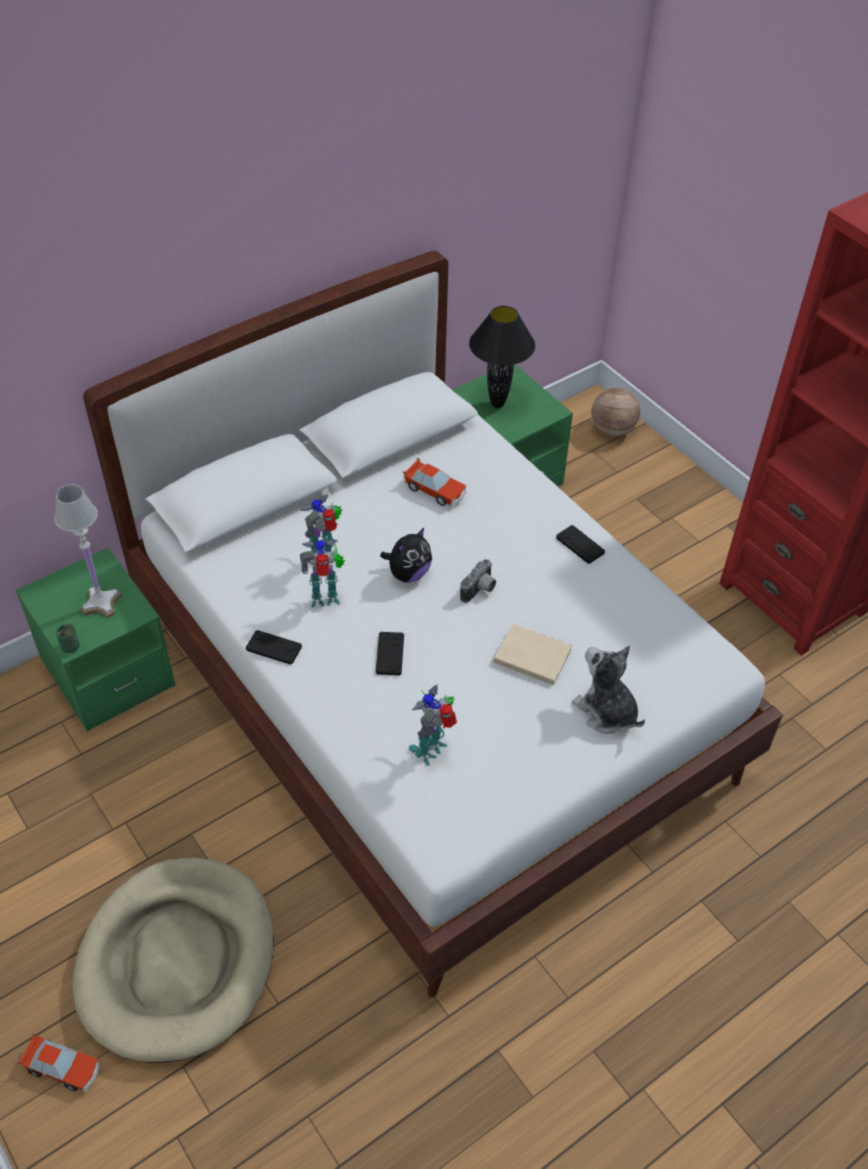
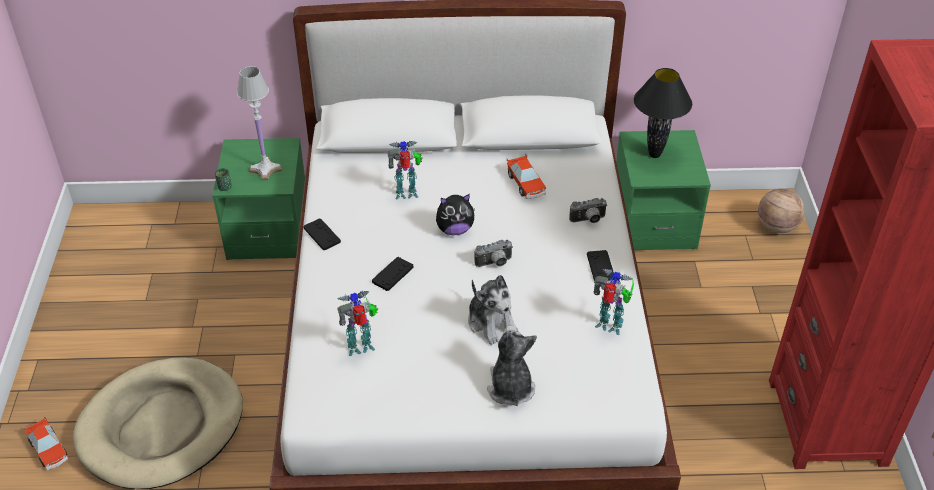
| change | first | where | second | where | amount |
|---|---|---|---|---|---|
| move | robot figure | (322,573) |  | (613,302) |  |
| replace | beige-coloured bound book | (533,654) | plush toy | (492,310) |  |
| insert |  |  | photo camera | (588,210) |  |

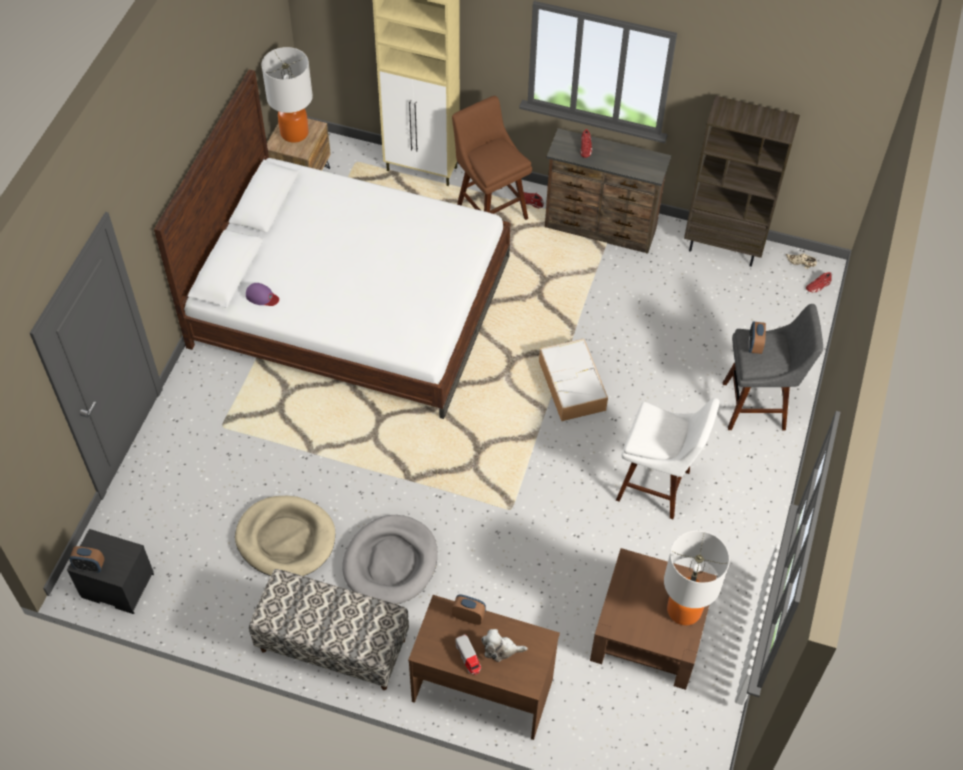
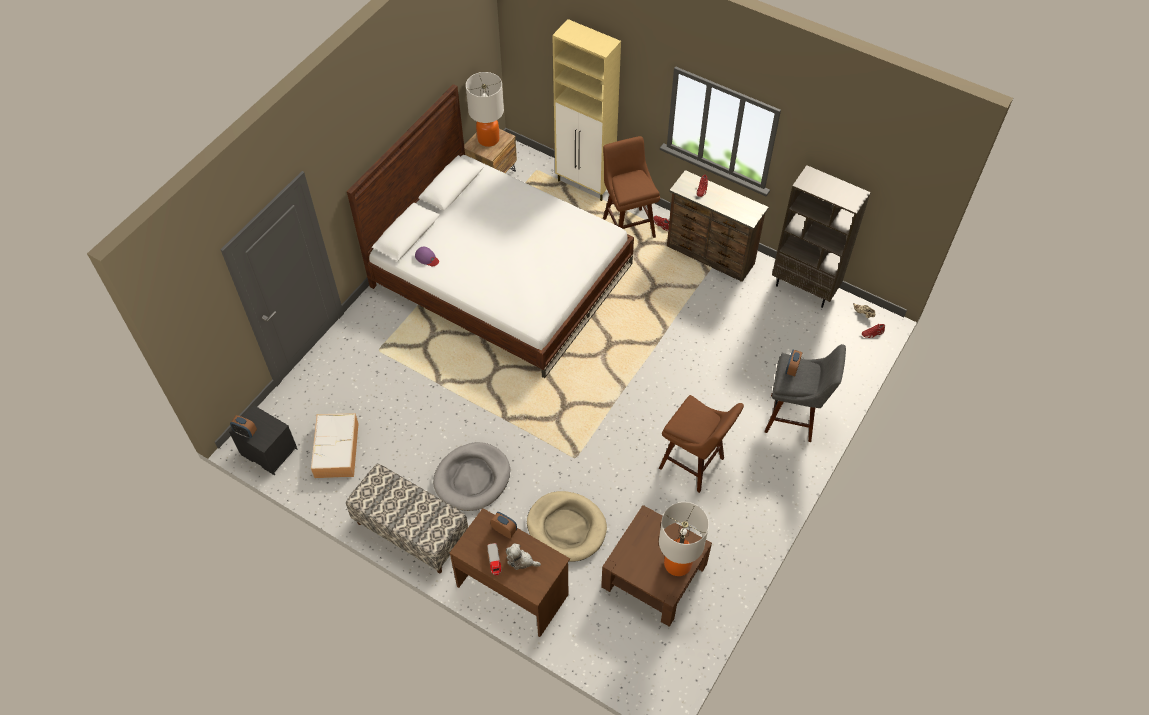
| change | first | where | second | where | amount |
|---|---|---|---|---|---|
| move | beige-coloured dog cushion | (285,536) |  | (567,526) |  |
| move | storage container | (573,379) |  | (335,445) |  |
| recolor | white-coloured sitting stool | (667,458) | brown sitting stool | (701,444) |  |

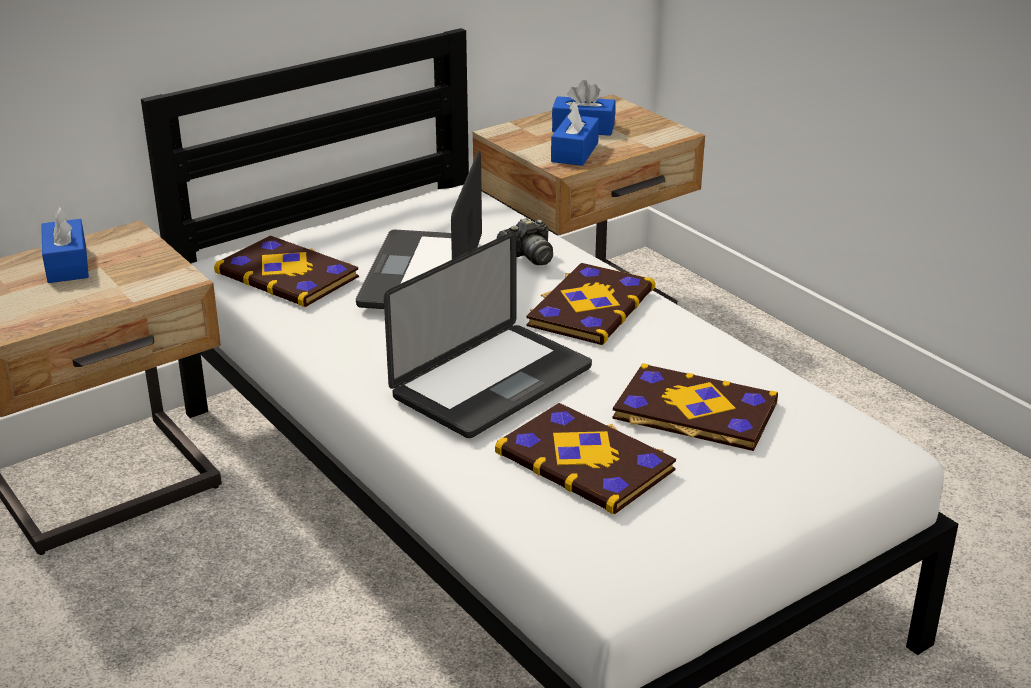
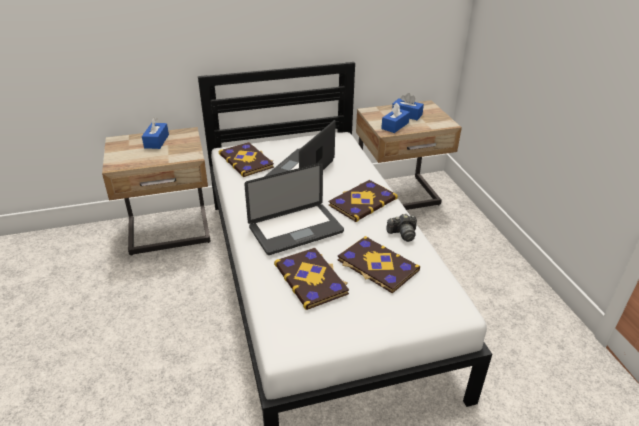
| change | first | where | second | where | amount |
|---|---|---|---|---|---|
| move | photo camera | (525,241) |  | (401,228) |  |

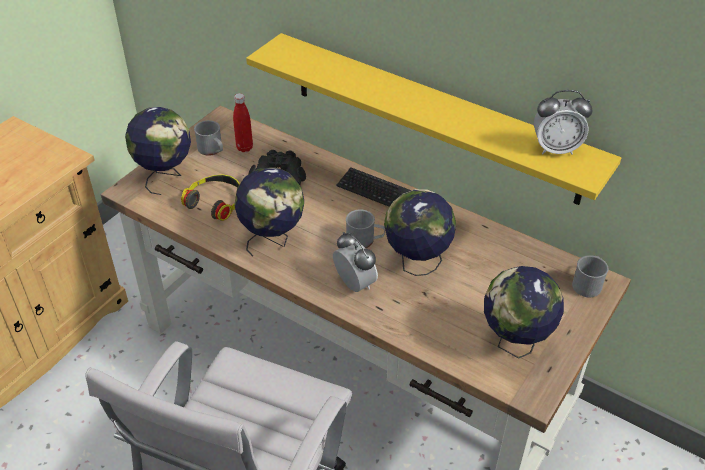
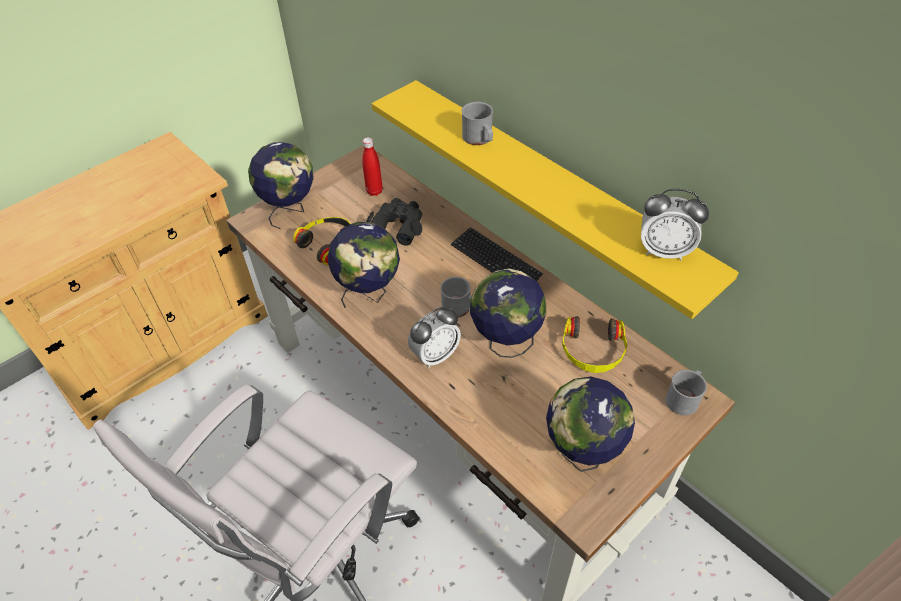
| change | first | where | second | where | amount |
|---|---|---|---|---|---|
| move | greyish mug | (208,138) |  | (477,123) |  |
| rotate | table clock | (355,262) |  | (434,337) | 75 degrees clockwise |
| insert |  |  | headphones | (595,344) |  |

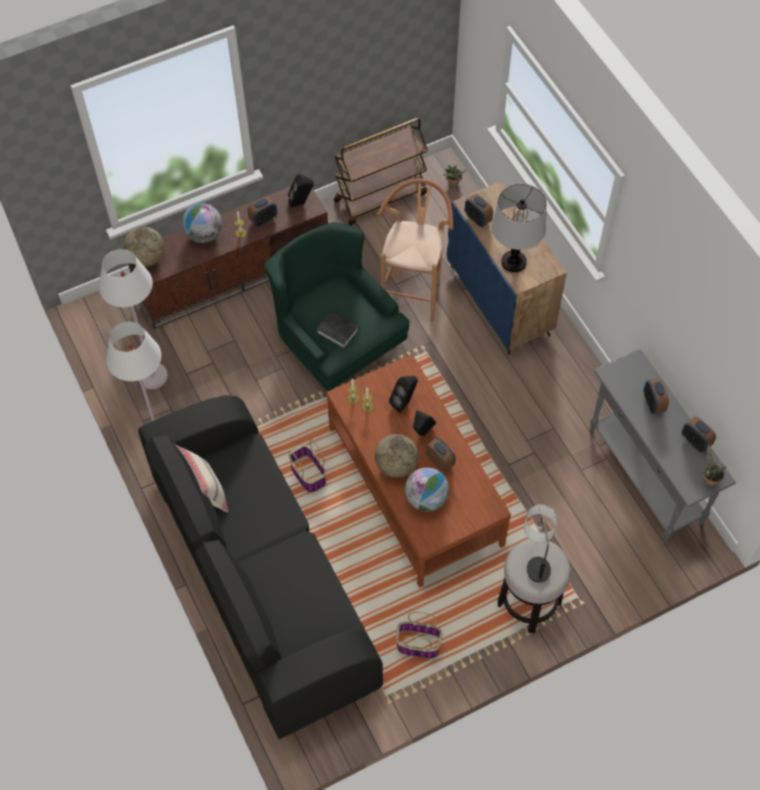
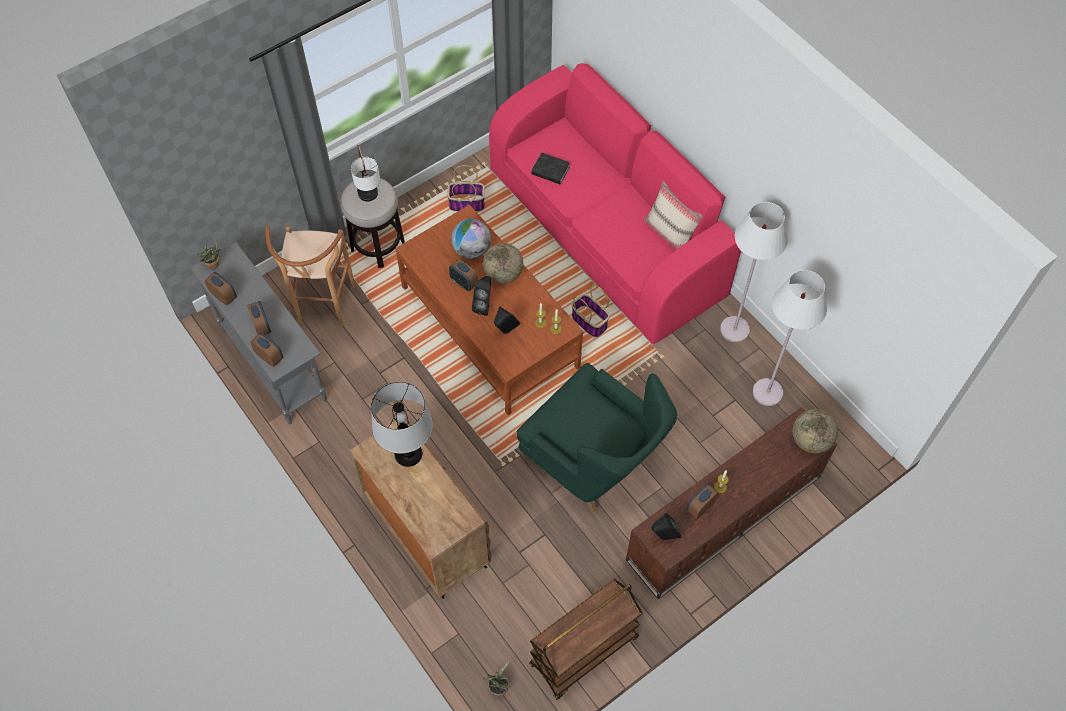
| change | first | where | second | where | amount |
|---|---|---|---|---|---|
| recolor | black-coloured settee | (260,567) | pink-coloured settee | (615,203) |  |
| delete | world globe | (202,223) |  |  |  |
| move | black-coloured bound book | (337,330) |  | (550,168) |  |
| move | brown sitting stool | (415,250) |  | (310,276) |  |
| recolor | blue storage cabinet | (507,268) | brown storage cabinet | (421,508) |  |
| move | table clock | (479,210) |  | (266,350) |  |

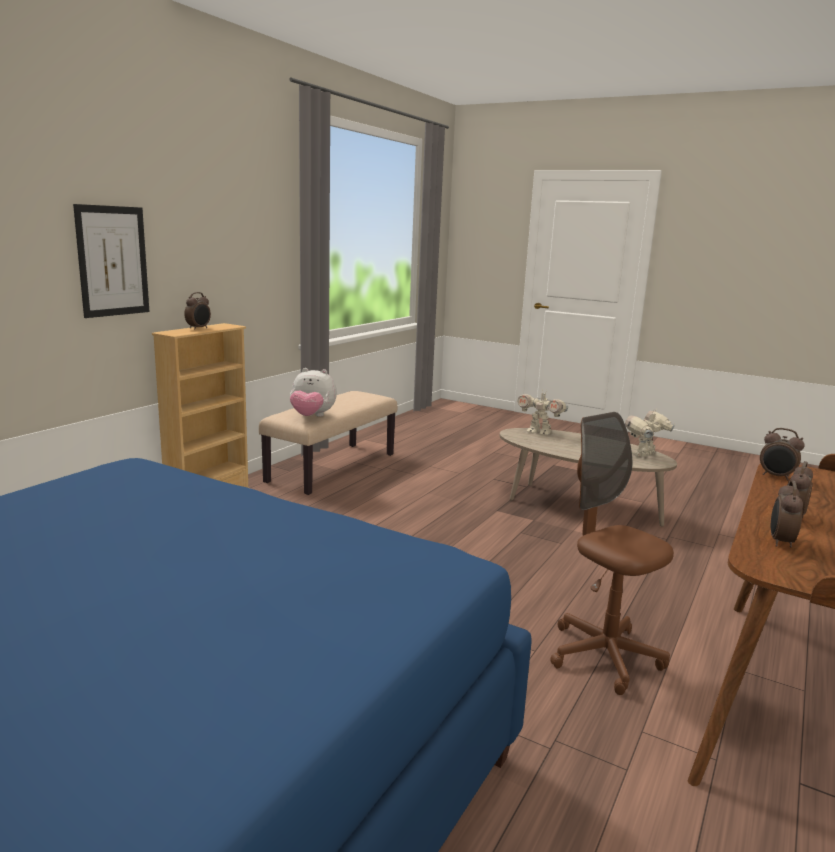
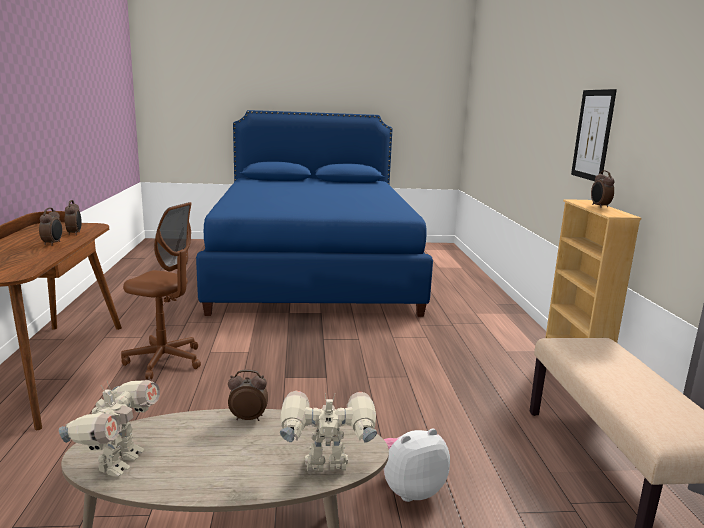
| change | first | where | second | where | amount |
|---|---|---|---|---|---|
| move | plush toy | (313,392) |  | (417,465) |  |
| move | table clock | (782,454) |  | (248,395) |  |

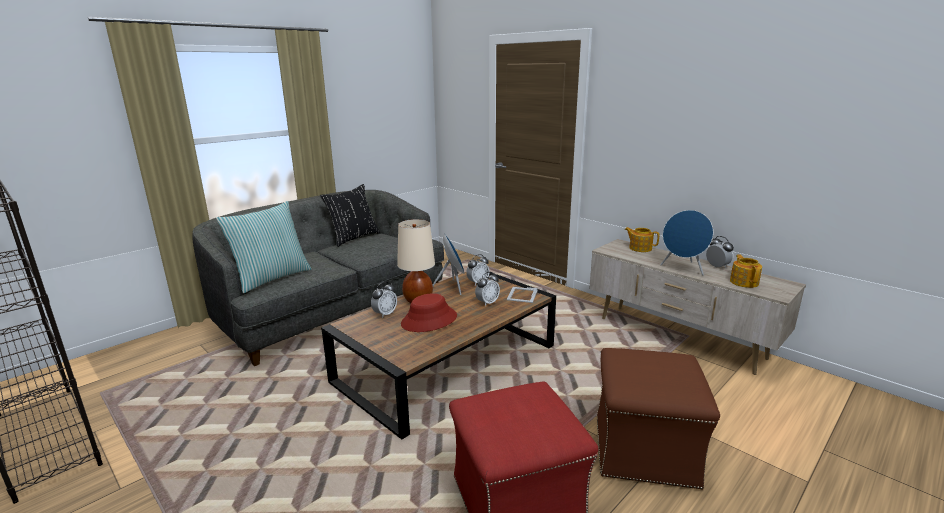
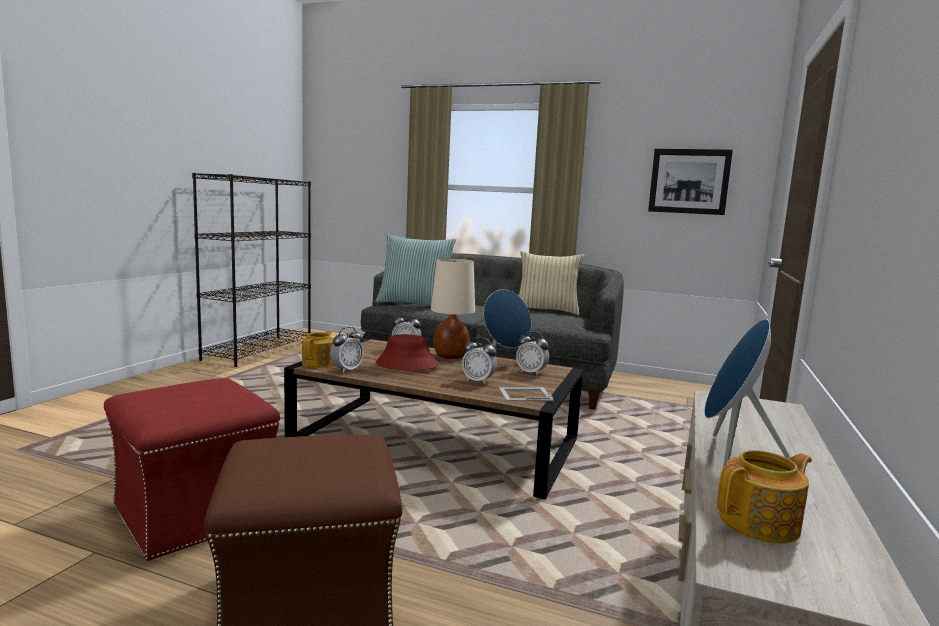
| change | first | where | second | where | amount |
|---|---|---|---|---|---|
| recolor | black-coloured pillow | (350,215) | beige-coloured pillow | (551,283) |  |
| move | teapot | (642,239) |  | (318,349) |  |
| move | table clock | (720,252) |  | (347,350) |  |
| insert |  |  | picture | (690,182) |  |

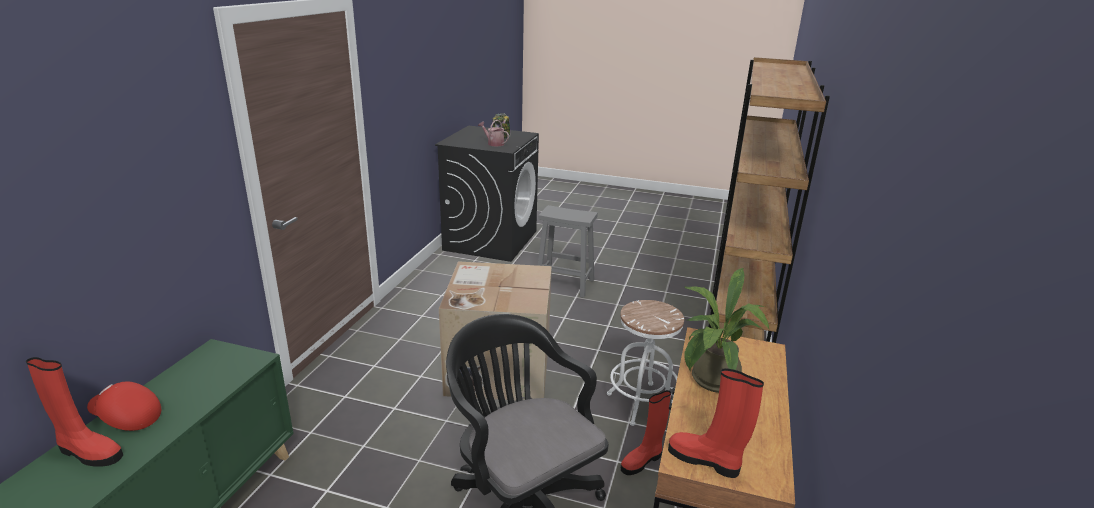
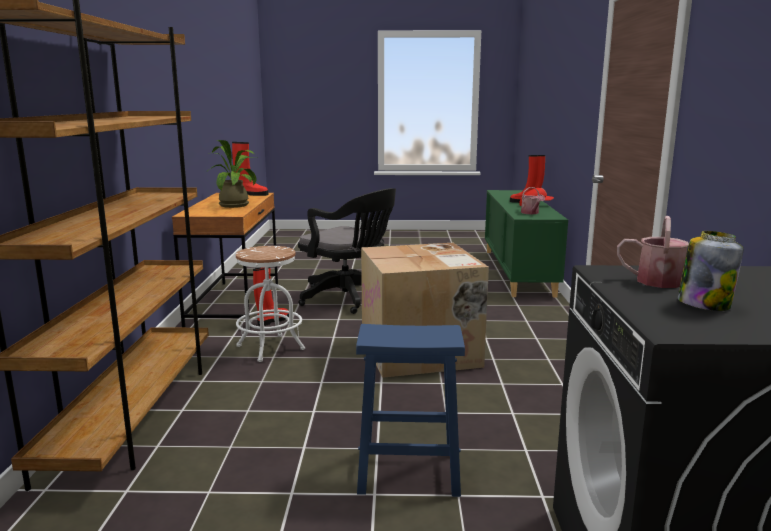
| change | first | where | second | where | amount |
|---|---|---|---|---|---|
| recolor | greyish sitting stool | (567,251) | blue sitting stool | (410,410) |  |
| insert |  |  | watering can | (533,200) |  |

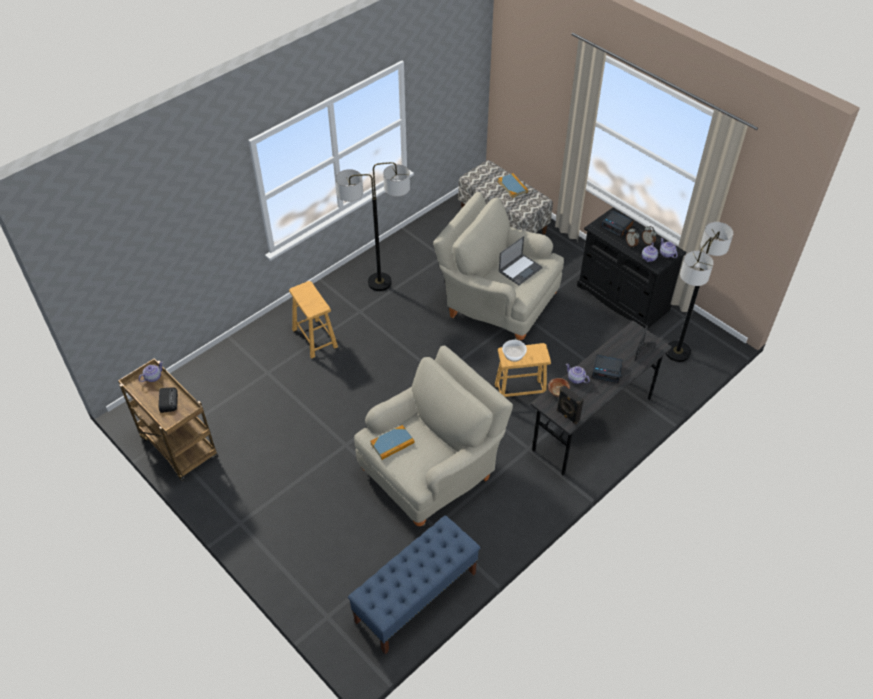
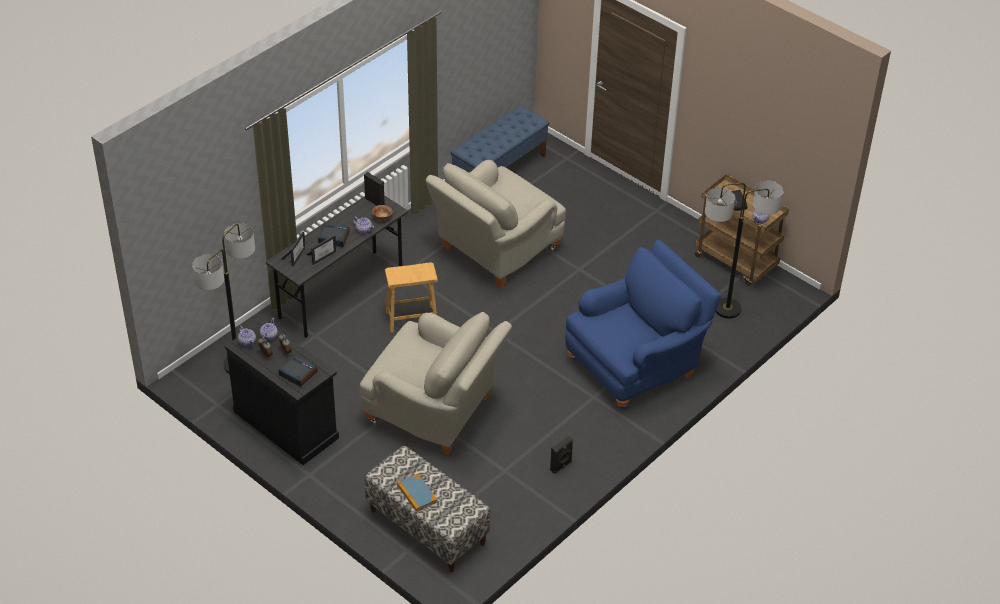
| change | first | where | second | where | amount |
|---|---|---|---|---|---|
| replace | brown sitting stool | (313,320) | blue armchair | (643,324) |  |
| move | floor lamp | (373,226) |  | (744,250) |  |
| delete | bound book | (392,442) |  |  |  |
| delete | laptop | (520,260) |  |  |  |
| delete | serving bowl | (514,351) |  |  |  |
| insert |  |  | photo frame | (322,250) |  |
| insert |  |  | black-coloured loudspeaker | (561,455) |  |

